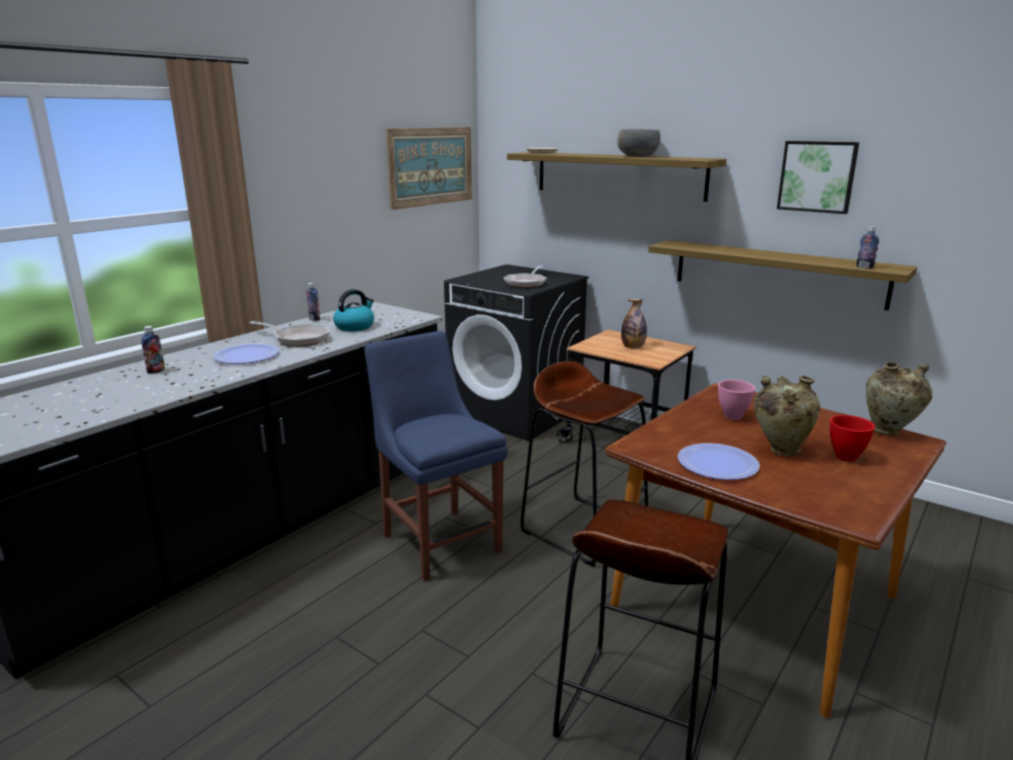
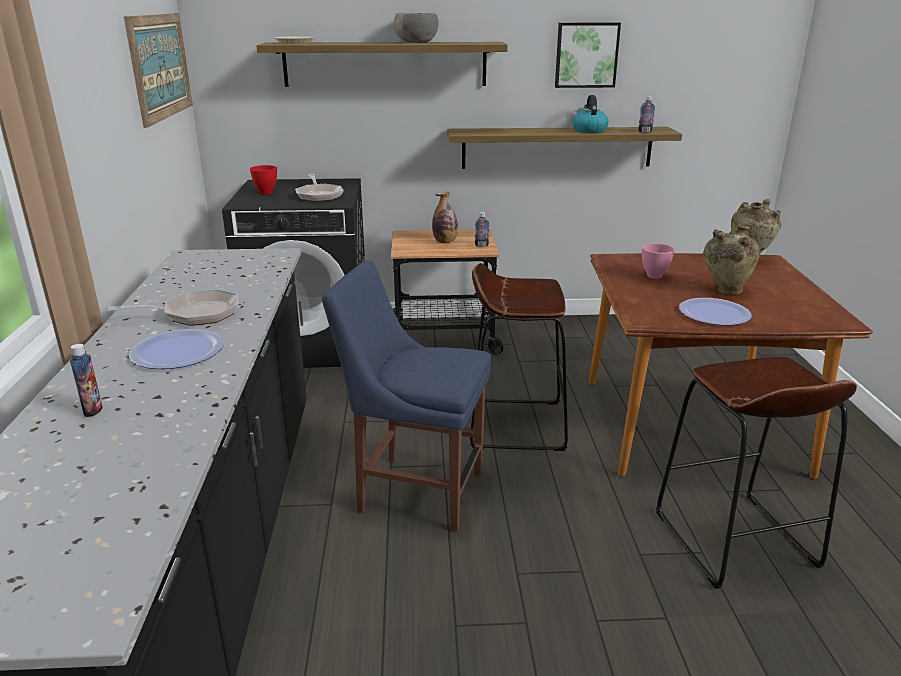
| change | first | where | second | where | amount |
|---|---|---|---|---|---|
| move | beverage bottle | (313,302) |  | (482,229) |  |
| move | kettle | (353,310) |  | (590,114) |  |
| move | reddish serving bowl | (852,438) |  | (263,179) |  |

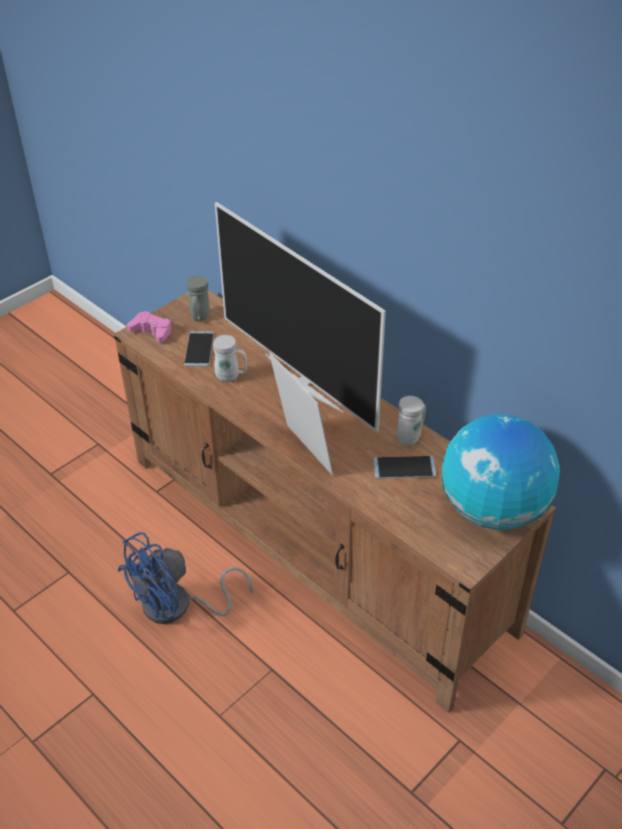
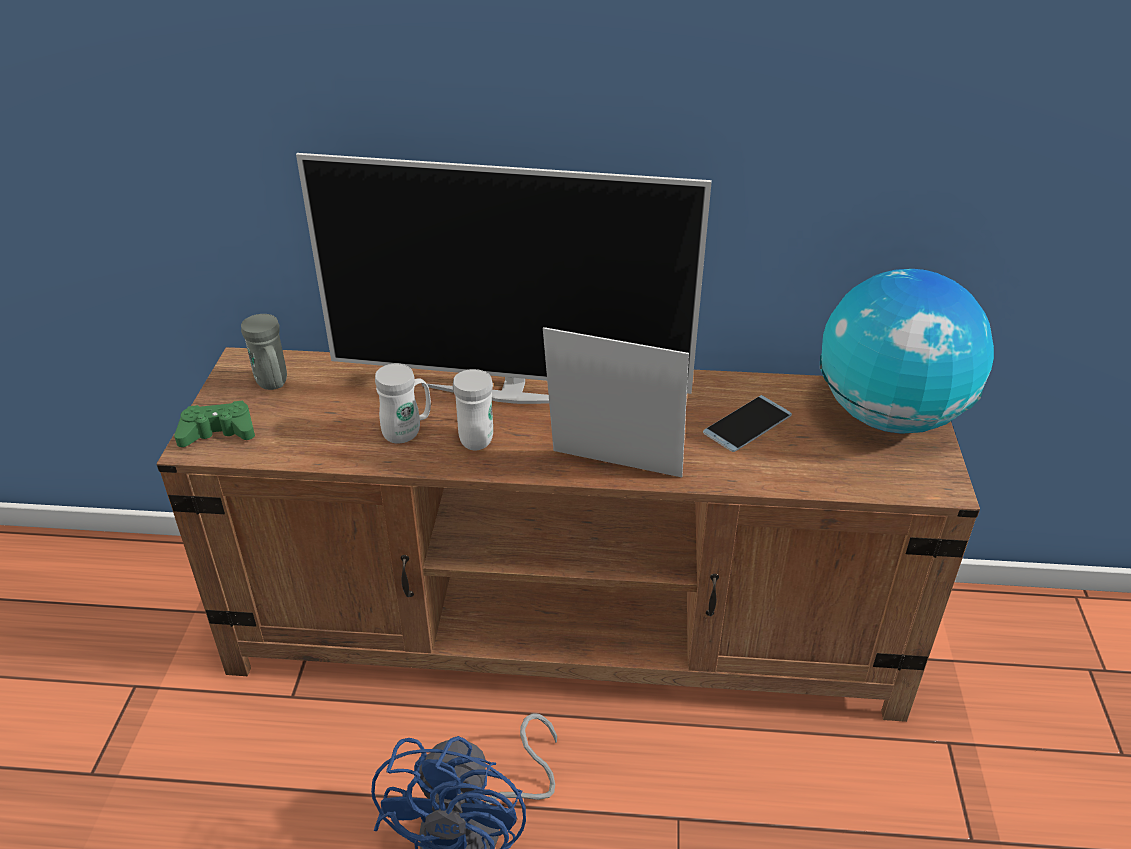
| change | first | where | second | where | amount |
|---|---|---|---|---|---|
| recolor | pink-coloured game controller | (149,327) | green-coloured game controller | (214,424) |  |
| delete | telephone | (199,349) |  |  |  |
| move | white-coloured mug | (411,421) |  | (473,409) |  |

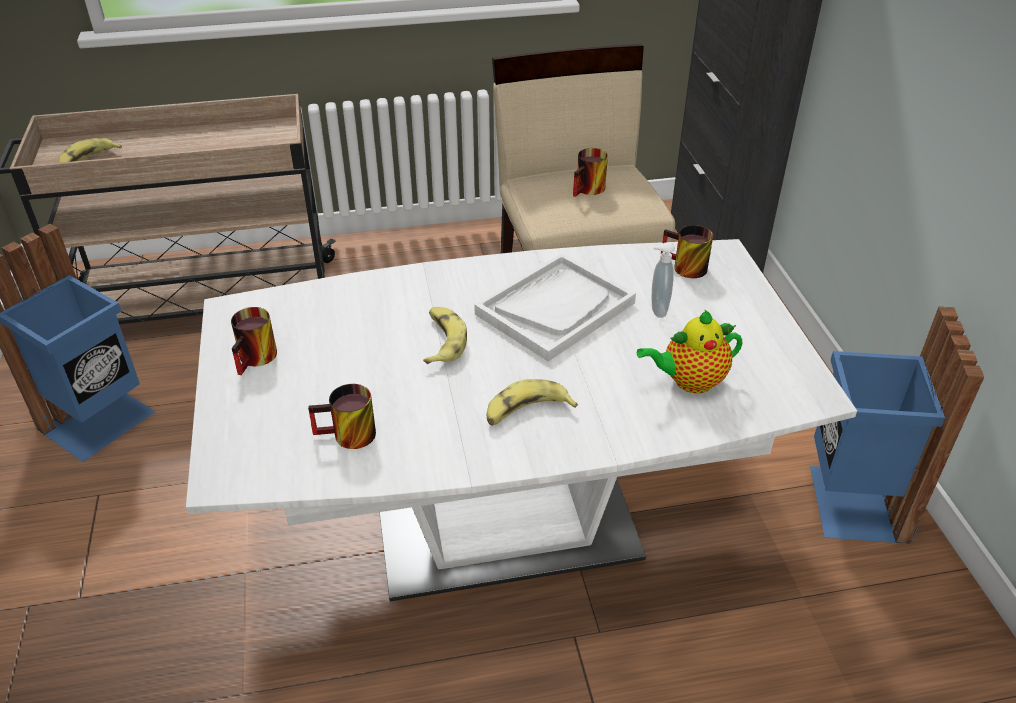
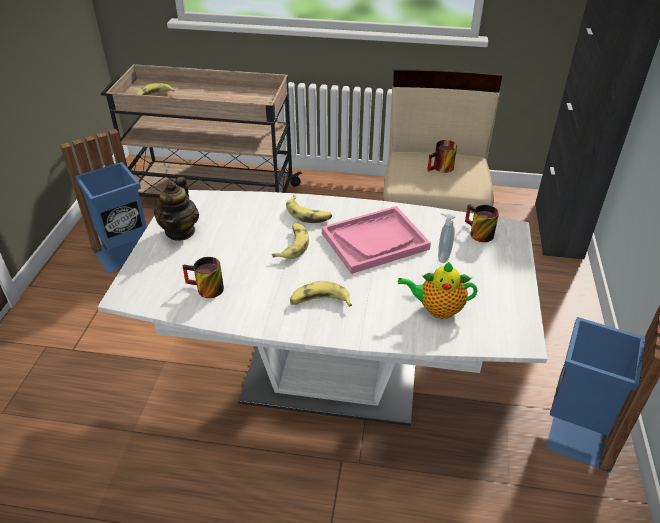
| change | first | where | second | where | amount |
|---|---|---|---|---|---|
| replace | mug | (254,341) | teapot | (176,209) |  |
| recolor | white-coloured serving tray | (555,307) | pink-coloured serving tray | (376,240) |  |
| insert |  |  | banana | (309,209) |  |

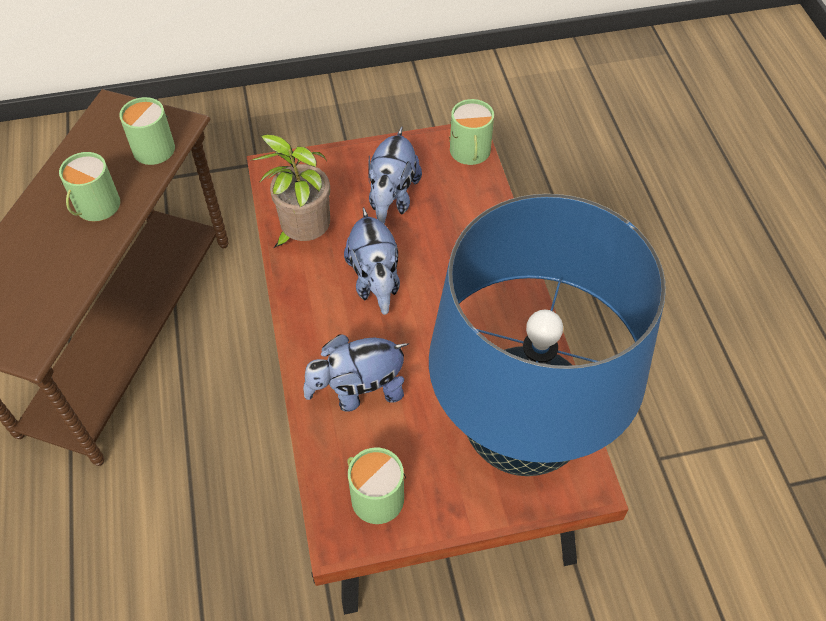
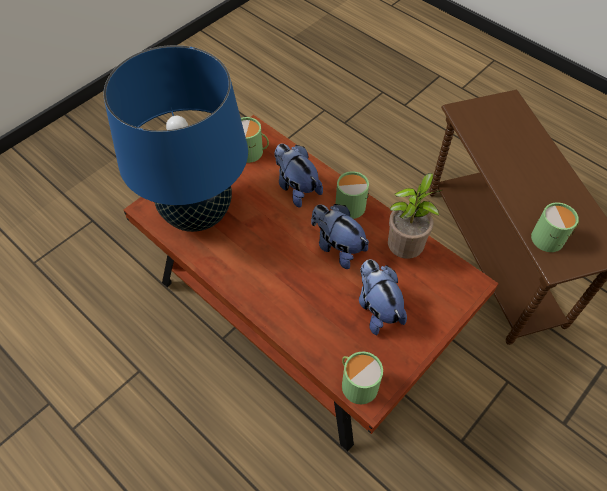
| change | first | where | second | where | amount |
|---|---|---|---|---|---|
| move | green-coloured mug | (89,186) |  | (352,195) |  |
| rotate | plush toy | (355,373) |  | (298,175) | 75 degrees counterclockwise |

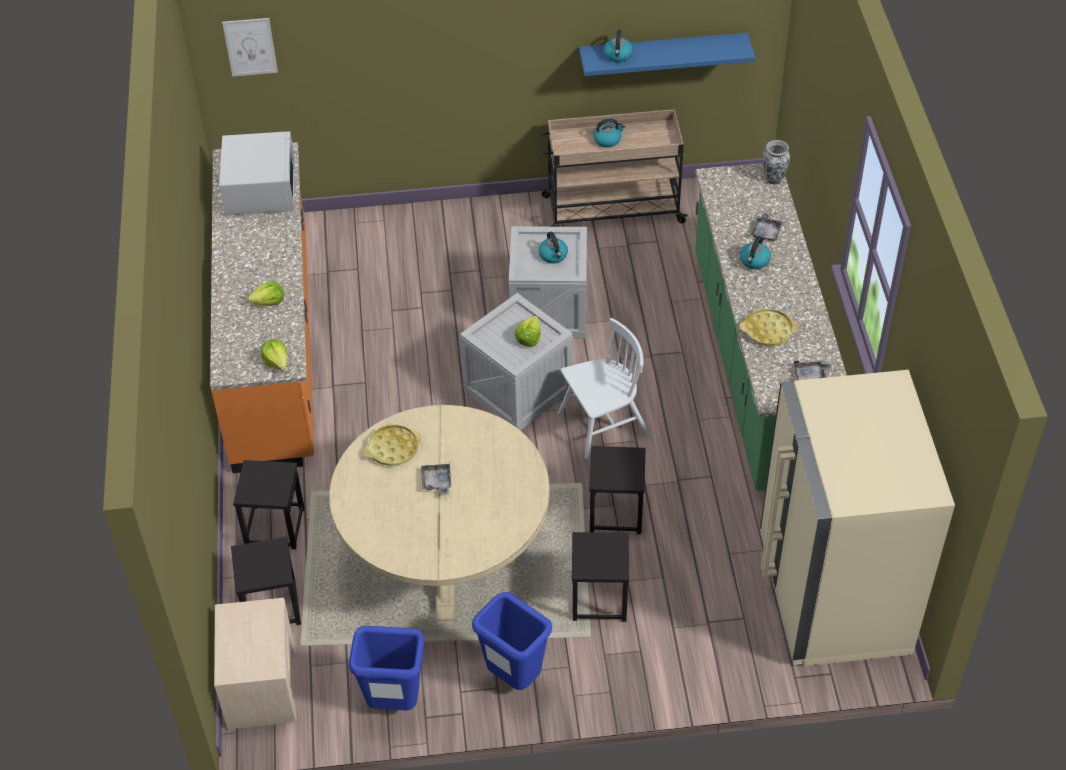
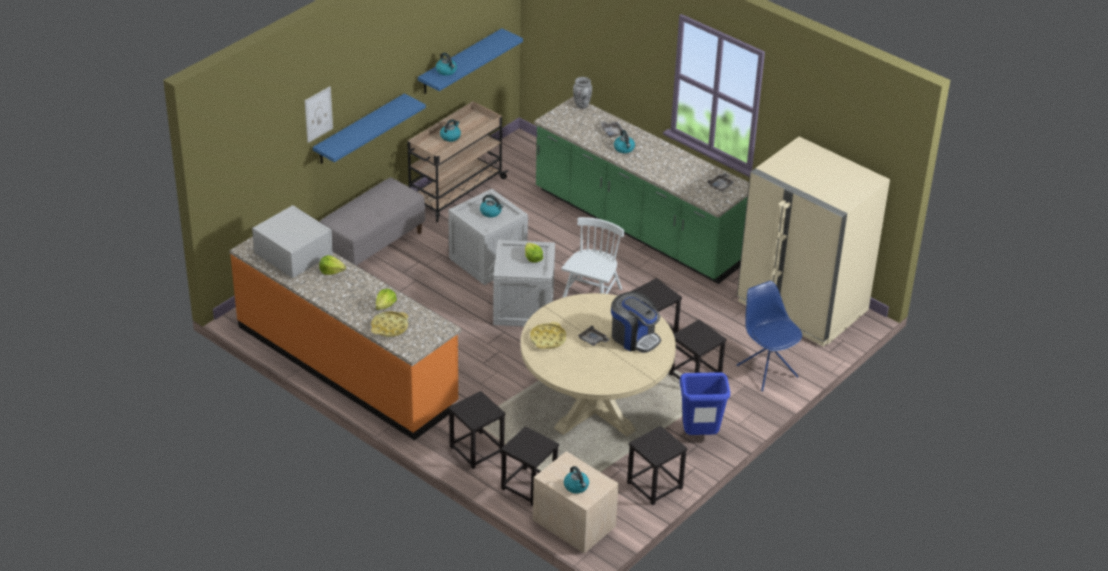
| change | first | where | second | where | amount |
|---|---|---|---|---|---|
| move | picture | (250,47) |  | (319,114) |  |
| move | head of lettuce | (274,355) |  | (332,265) |  |
| replace | blue rubbish bin | (386,668) | black-coloured sitting stool | (657,465) |  |
| move | yellow-coloured serving tray | (769,327) |  | (389,324) |  |
| insert |  |  | blue wall shelf | (369,128) |  |
| insert |  |  | greyish bench | (372,221) |  |
| insert |  |  | kettle | (576,479) |  |
| insert |  |  | coffee maker | (636,322) |  |
| insert |  |  | blue upright chair | (769,336) |  |

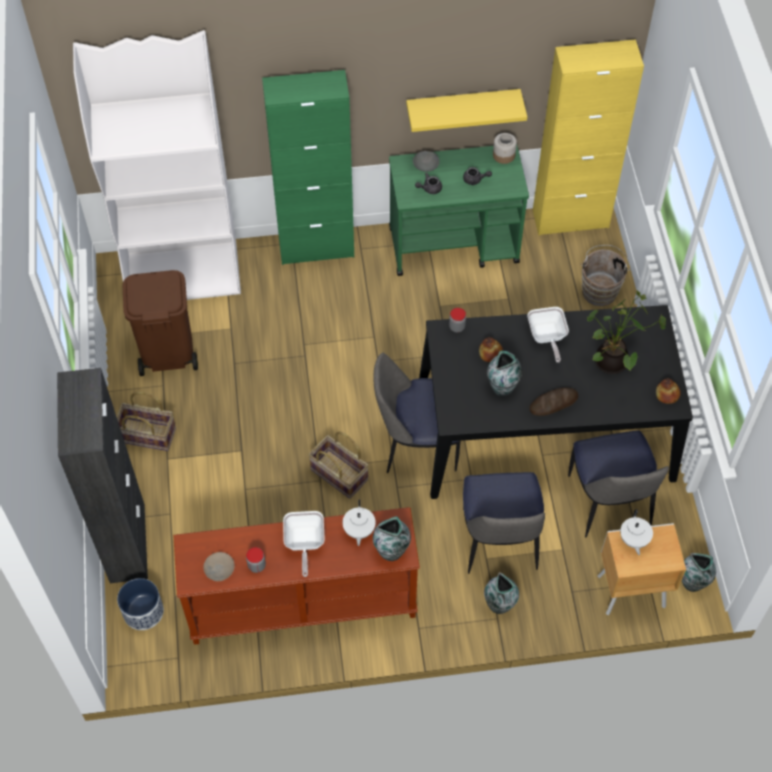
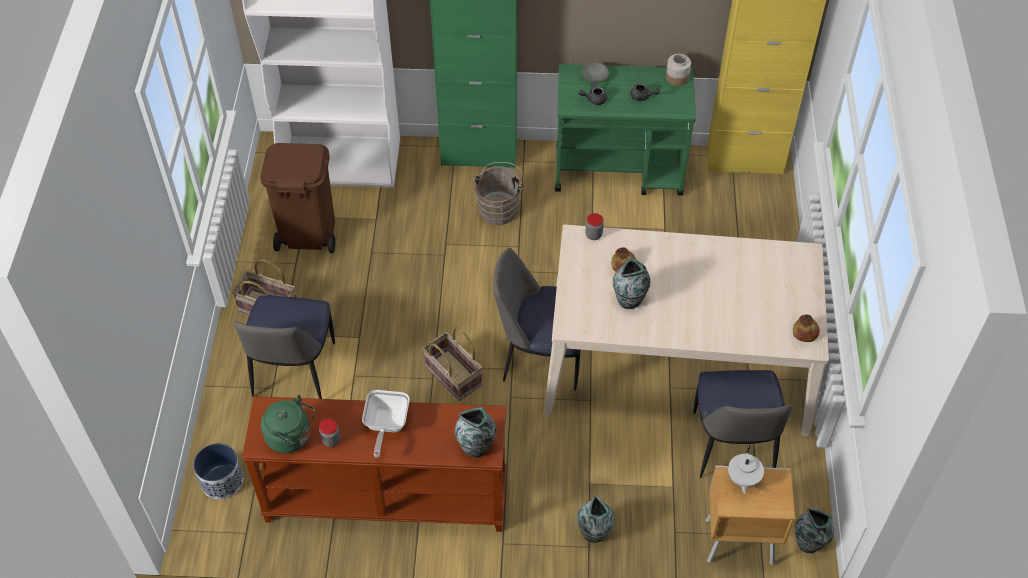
| change | first | where | second | where | amount |
|---|---|---|---|---|---|
| delete | black-coloured storage cabinet | (102,475) |  |  |  |
| replace | beige-coloured plate | (219,566) | green-coloured kettle | (288,424) |  |
| delete | white-coloured teapot | (359,522) |  |  |  |
| delete | yellow-coloured wall shelf | (466,110) |  |  |  |
| recolor | black-coloured dinner table | (556,402) | beige-coloured dinner table | (686,330) |  |
| move | upright chair | (504,523) |  | (284,347) |  |
| delete | frying pan | (548,335) |  |  |  |
| delete | bread | (554,402) |  |  |  |
| move | brown pail | (606,275) |  | (499,193) |  |
| delete | potted plant | (626,332) |  |  |  |

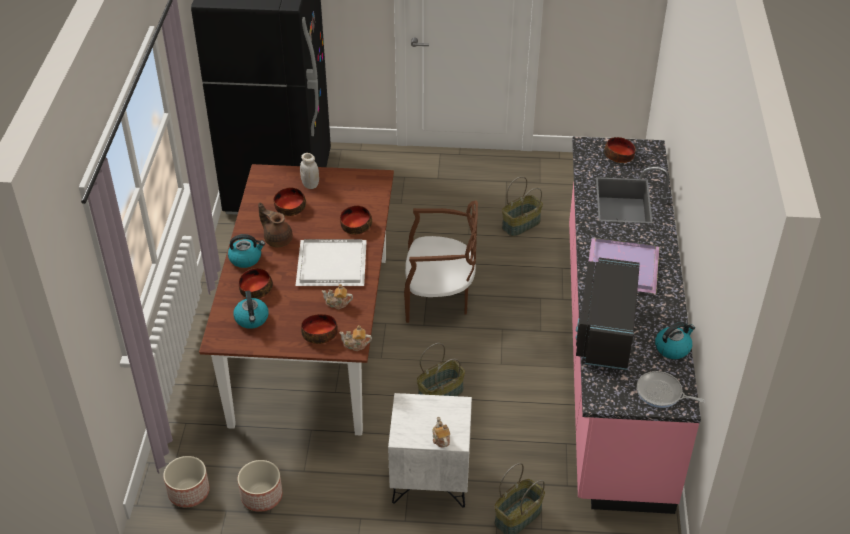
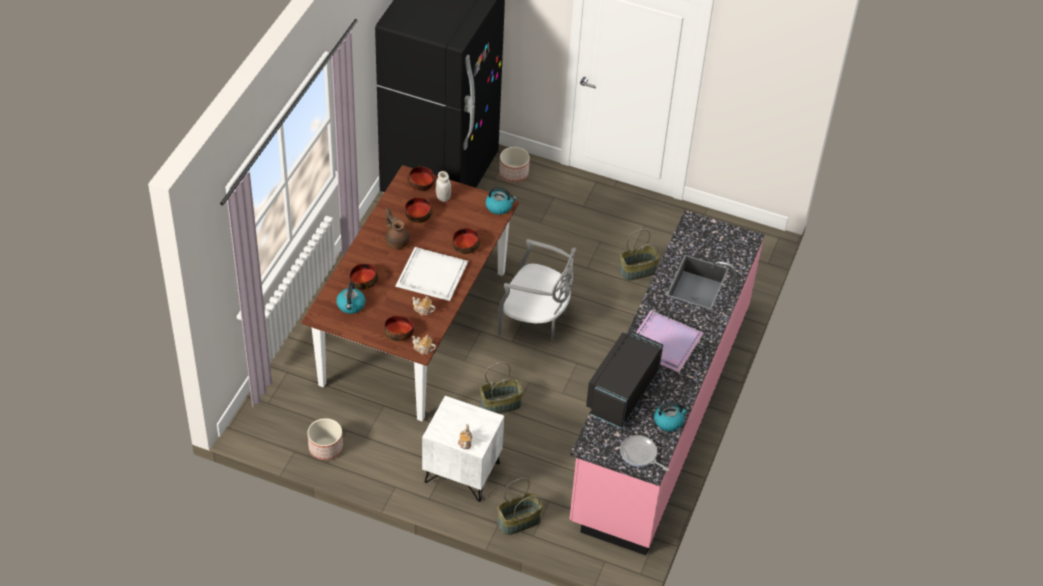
| change | first | where | second | where | amount |
|---|---|---|---|---|---|
| move | planter | (186,481) |  | (514,164) |  |
| move | kettle | (246,251) |  | (501,201) |  |
| recolor | brown upright chair | (441,262) | greyish upright chair | (537,290) |  |
| move | serving bowl | (619,150) |  | (420,178) |  |

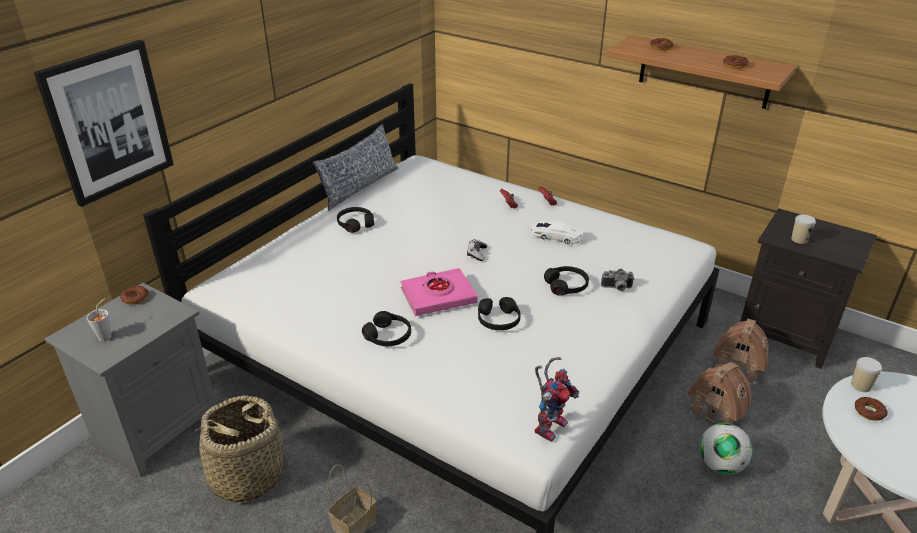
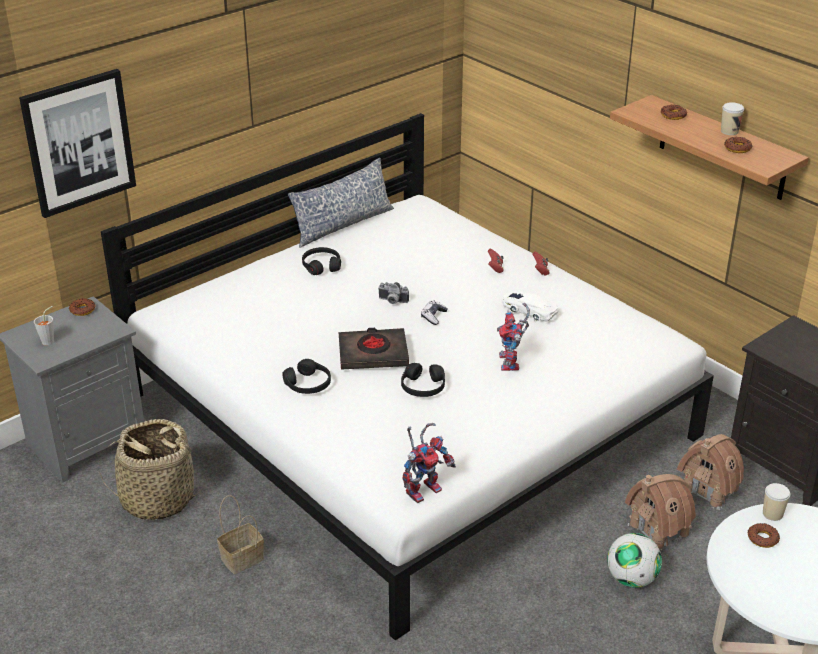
| change | first | where | second | where | amount |
|---|---|---|---|---|---|
| recolor | pink-coloured bound book | (439,292) | black-coloured bound book | (374,349) |  |
| replace | black-coloured headphones | (566,281) | robot figure | (513,337) |  |
| move | photo camera | (617,280) |  | (393,293) |  |
| move | cup | (803,229) |  | (732,118) |  |

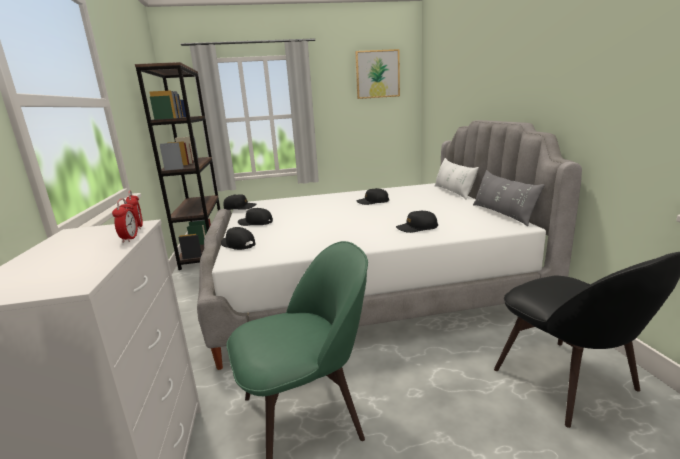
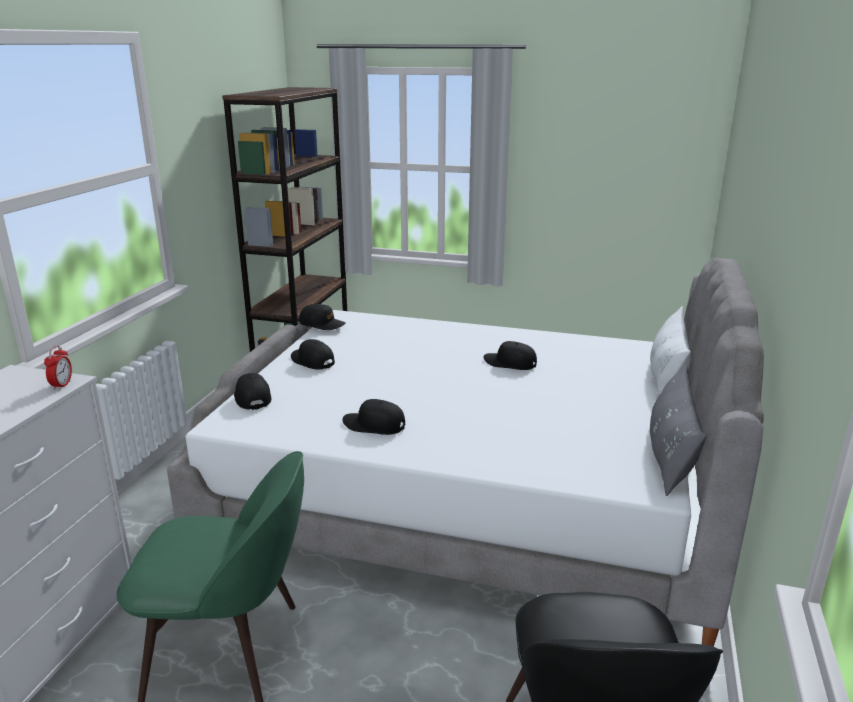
| change | first | where | second | where | amount |
|---|---|---|---|---|---|
| delete | table clock | (125,220) |  |  |  |
| delete | picture | (377,74) |  |  |  |
| move | black-coloured cap | (417,221) |  | (373,417) |  |

